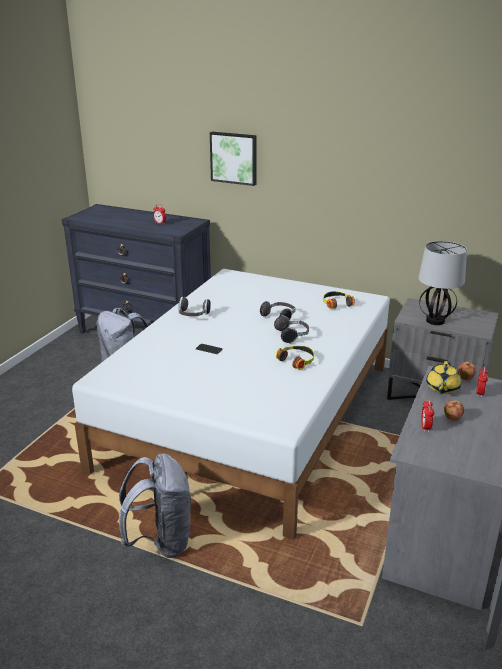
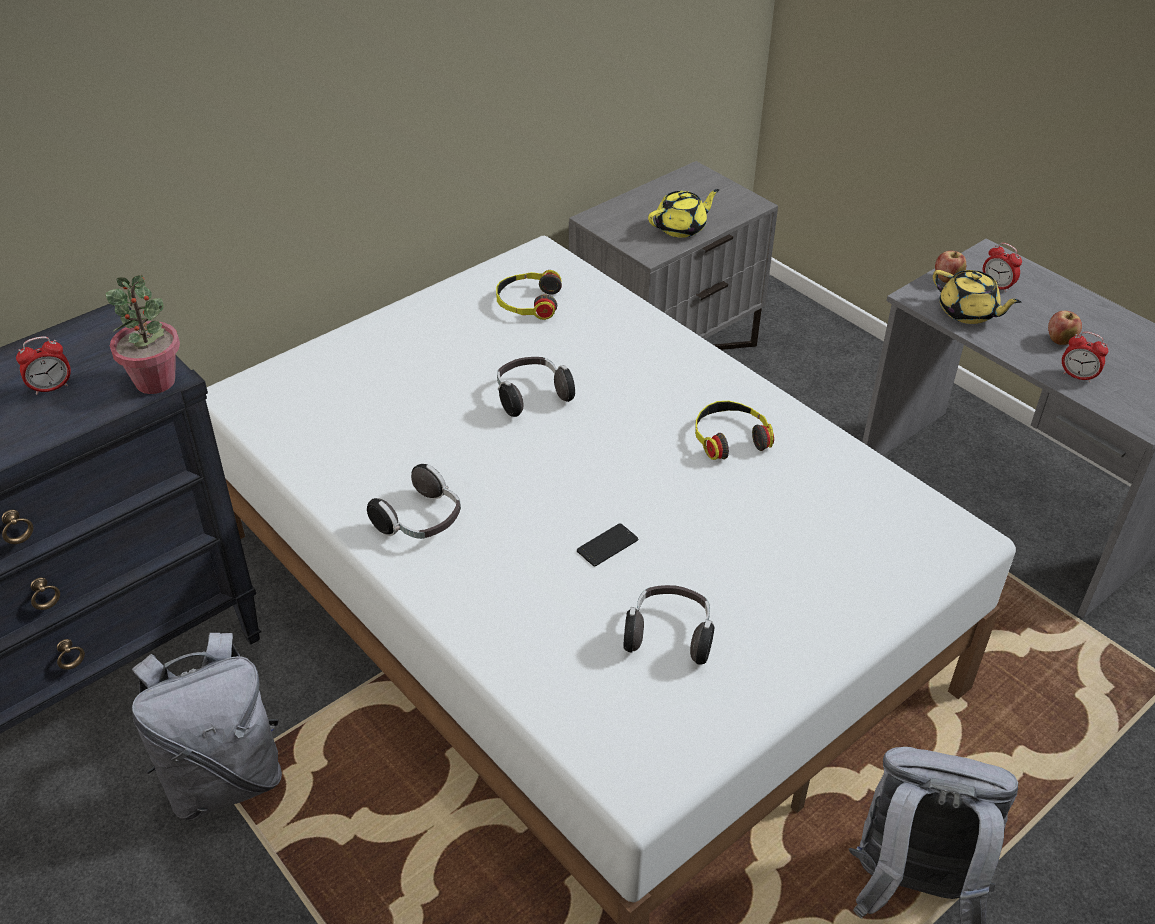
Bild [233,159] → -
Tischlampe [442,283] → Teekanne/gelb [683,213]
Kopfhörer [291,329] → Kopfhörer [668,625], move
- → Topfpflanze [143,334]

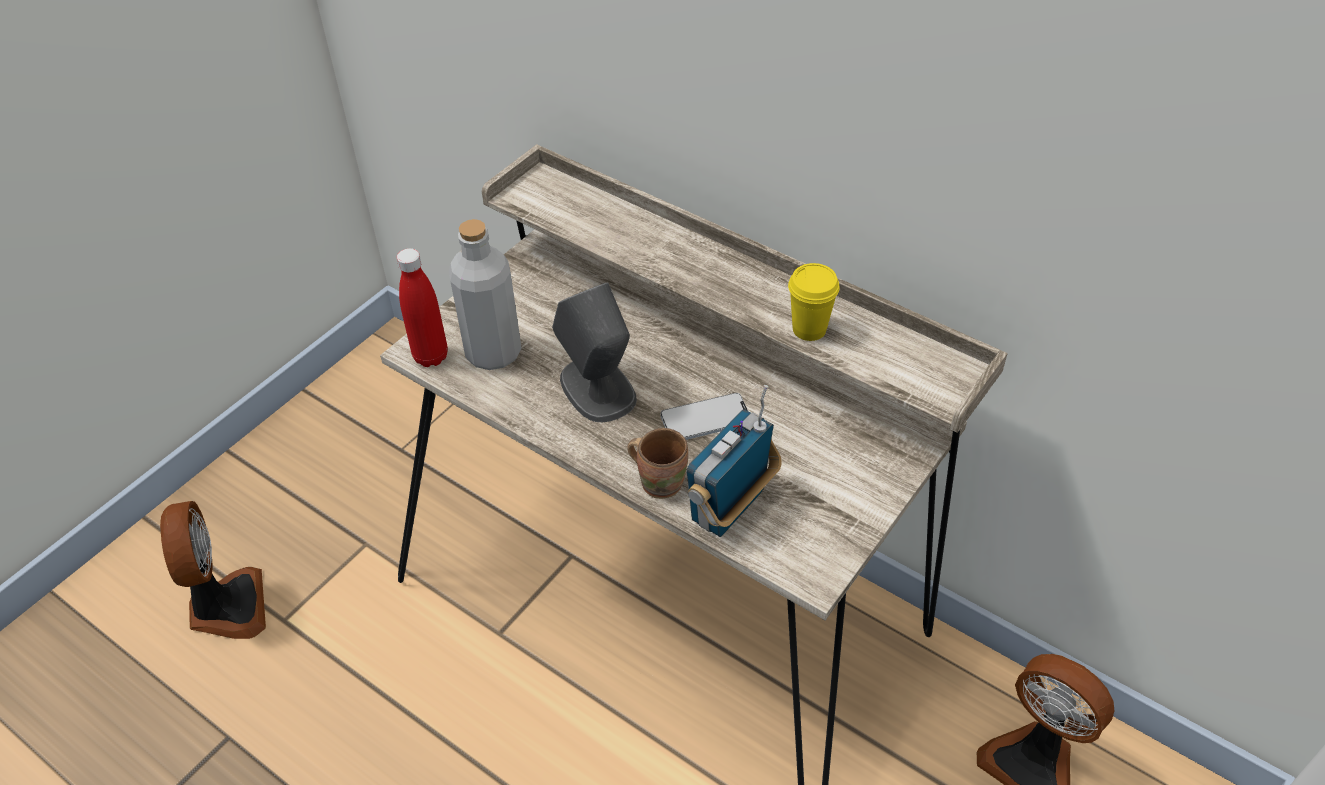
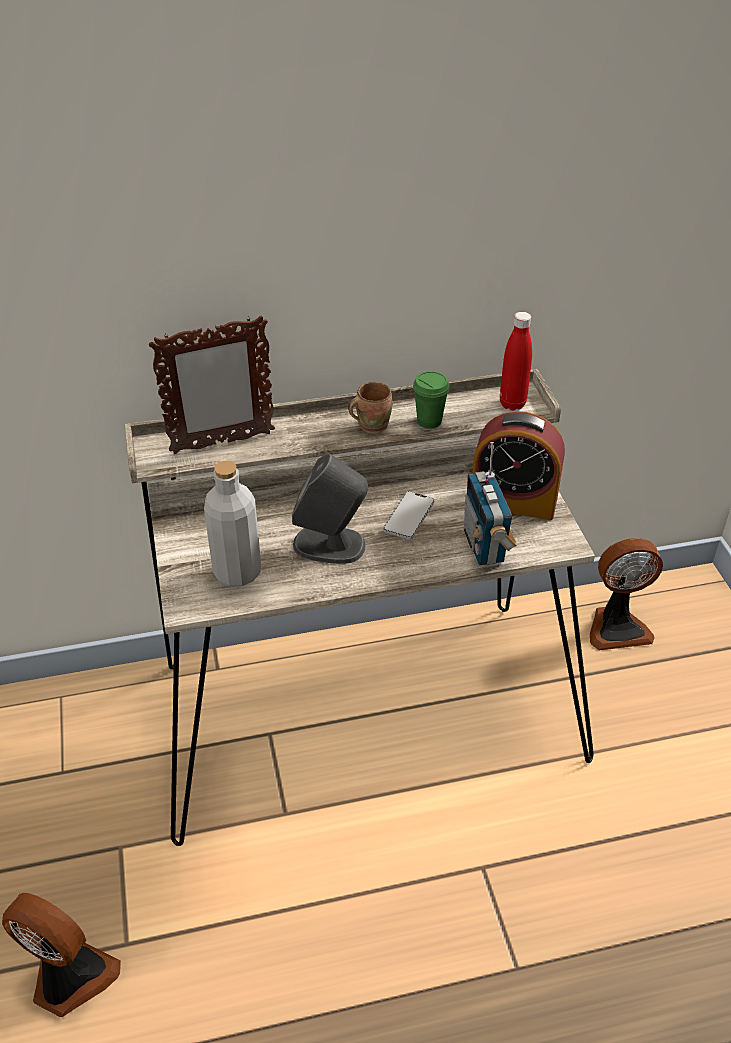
Flasche/rot [422,307] → Flasche/rot [516,361], move
Tasse/gelb [814,302] → Tasse/grün [431,400]
Henkelbecher/braun [657,463] → Henkelbecher/braun [370,408], move
- → Bilderrahmen [212,385]
- → Wecker [518,465]

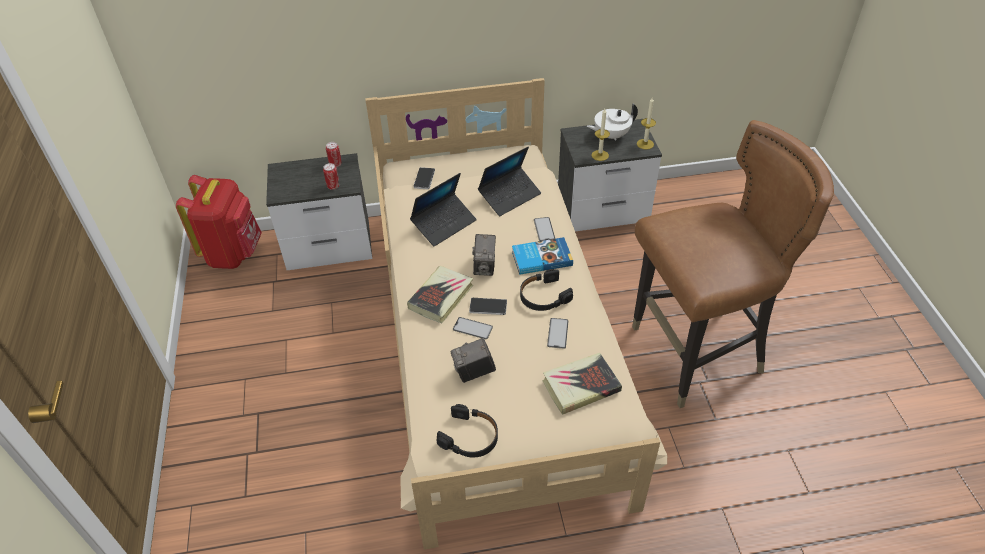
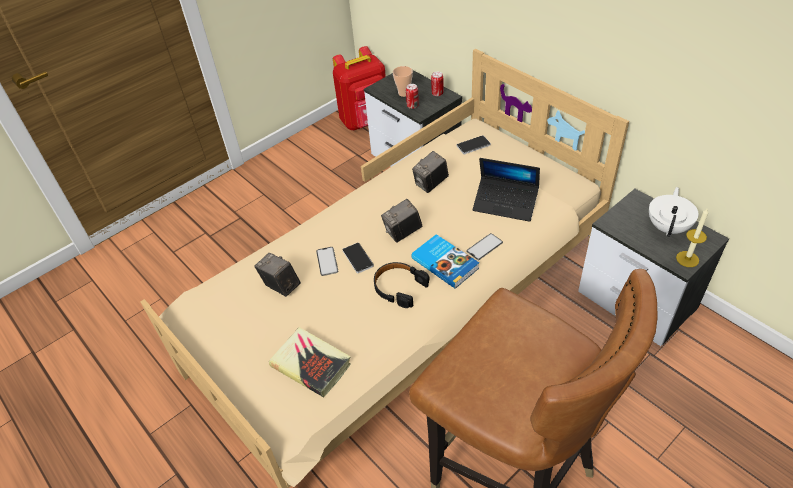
Teekanne/weiß [612,122] → Teekanne/weiß [674,212], 75 degrees clockwise
Kerze [601,135] → -
Laptop [443,209] → Kamera [430,172]
Buch [440,294] → -
Handy [558,333] → -
Kopfhörer/schwarz [467,430] → -
- → Tasse [403,81]

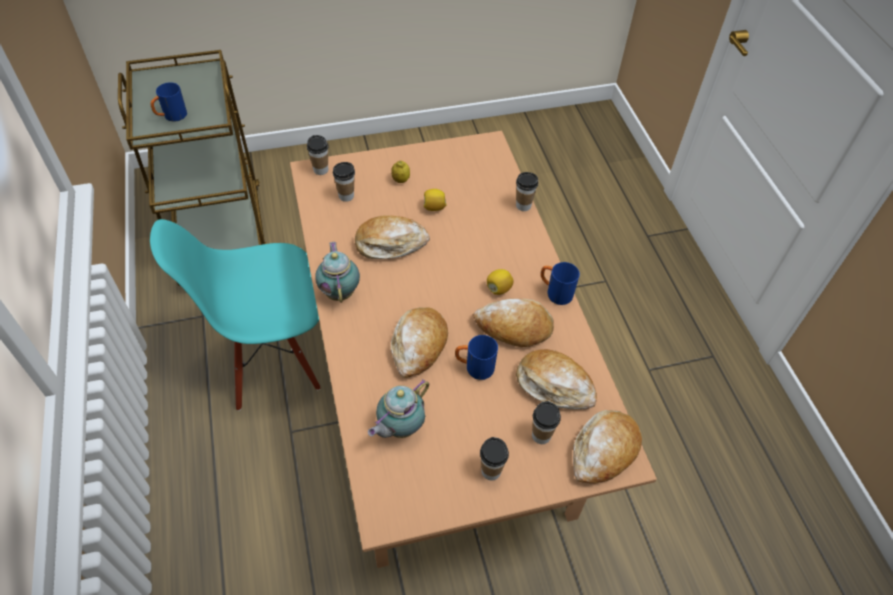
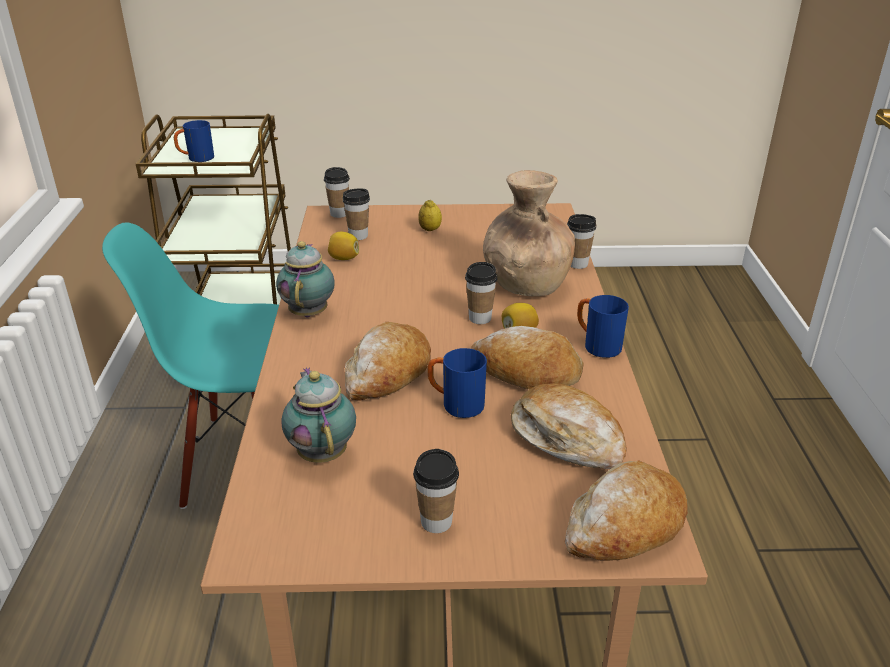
Zitrone [435,200] → Zitrone [343,246], move
Brot [392,237] → -
Teekanne [398,408] → Teekanne [319,415], 105 degrees clockwise
Tasse [546,422] → Tasse [481,293], move
- → Vase/braun [529,233]

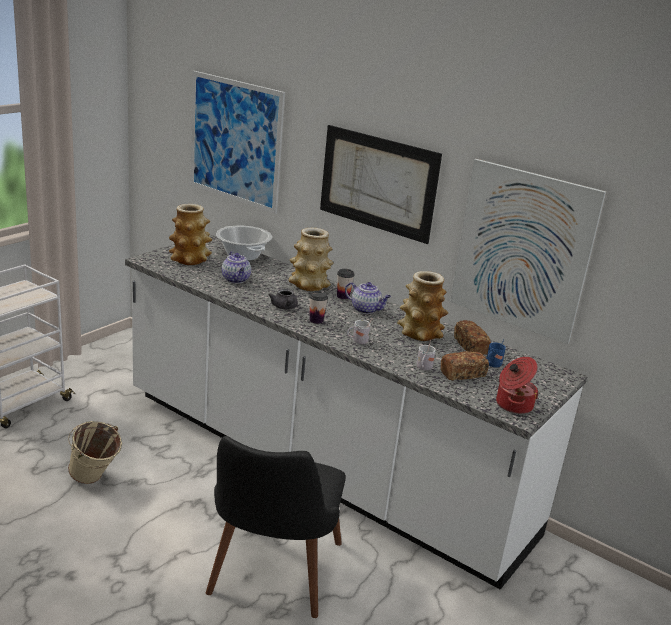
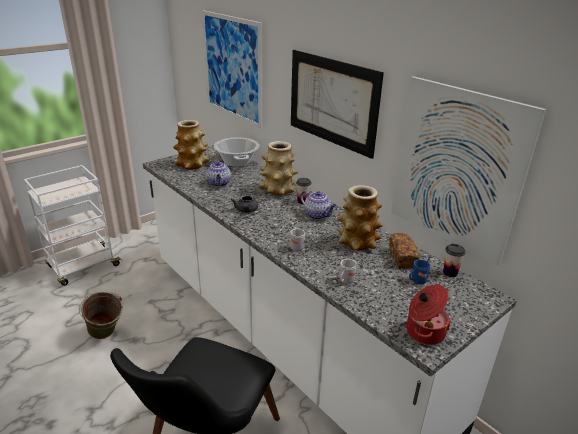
Tasse [318,307] → Tasse [454,260], move
Brot [465,365] → -
Eimer/beige [95,452] → Eimer/grün [101,315]

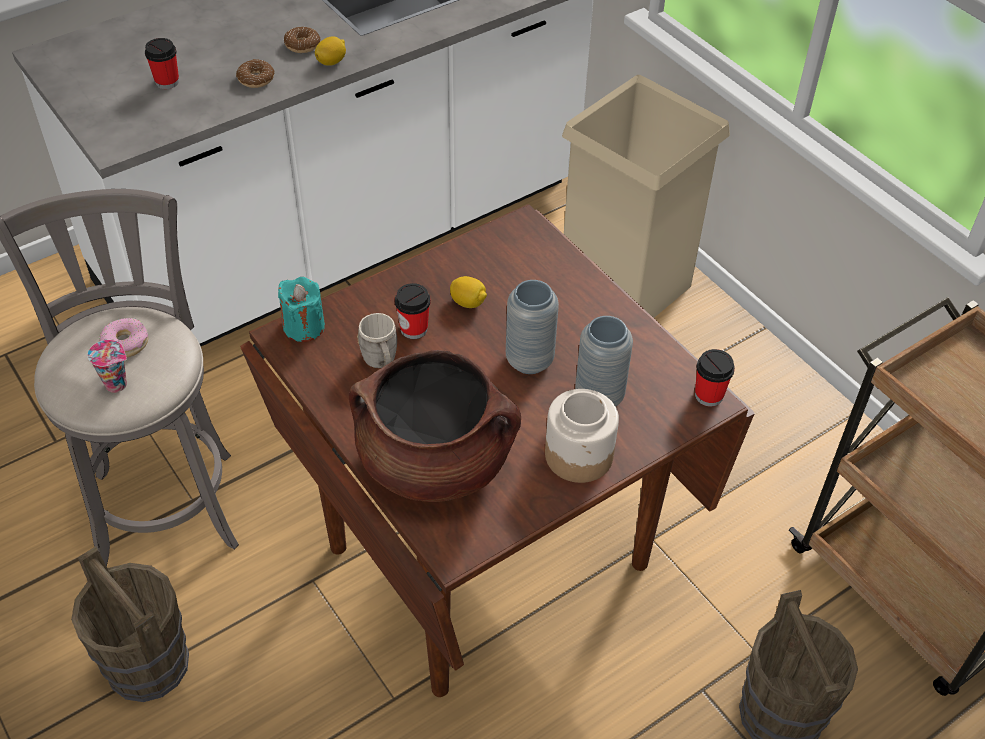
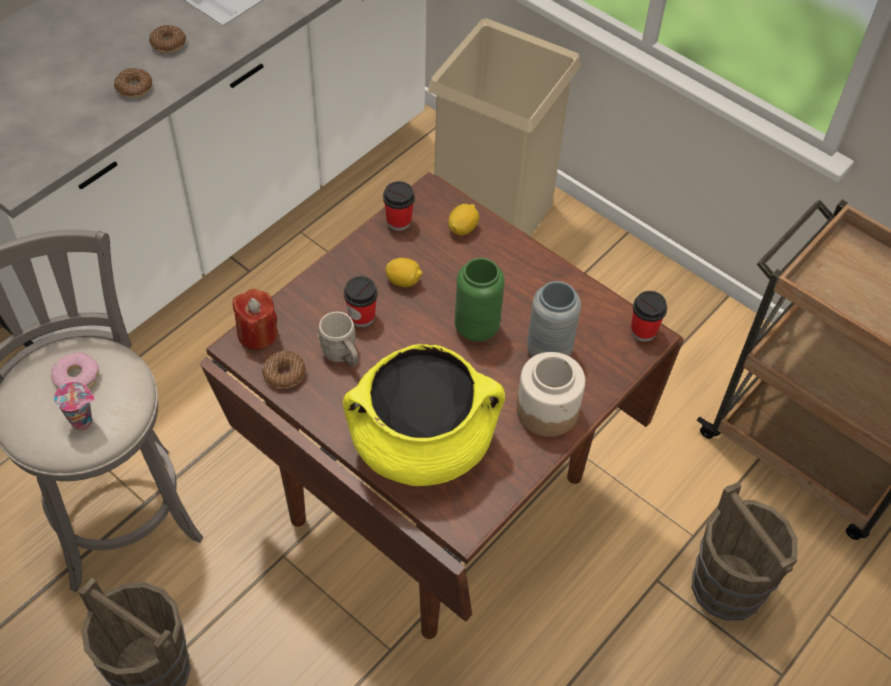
Zitrone [330,51] → Zitrone [463,219], move
Tasse [162,63] → Tasse [399,206], move
Kerze/türkis [301,309] → Kerze/rot [255,319]
Vase/grau [532,327] → Vase/grün [479,300]
Kochtopf/braun [435,426] → Kochtopf/gelb [424,415]
- → Donut [284,370]

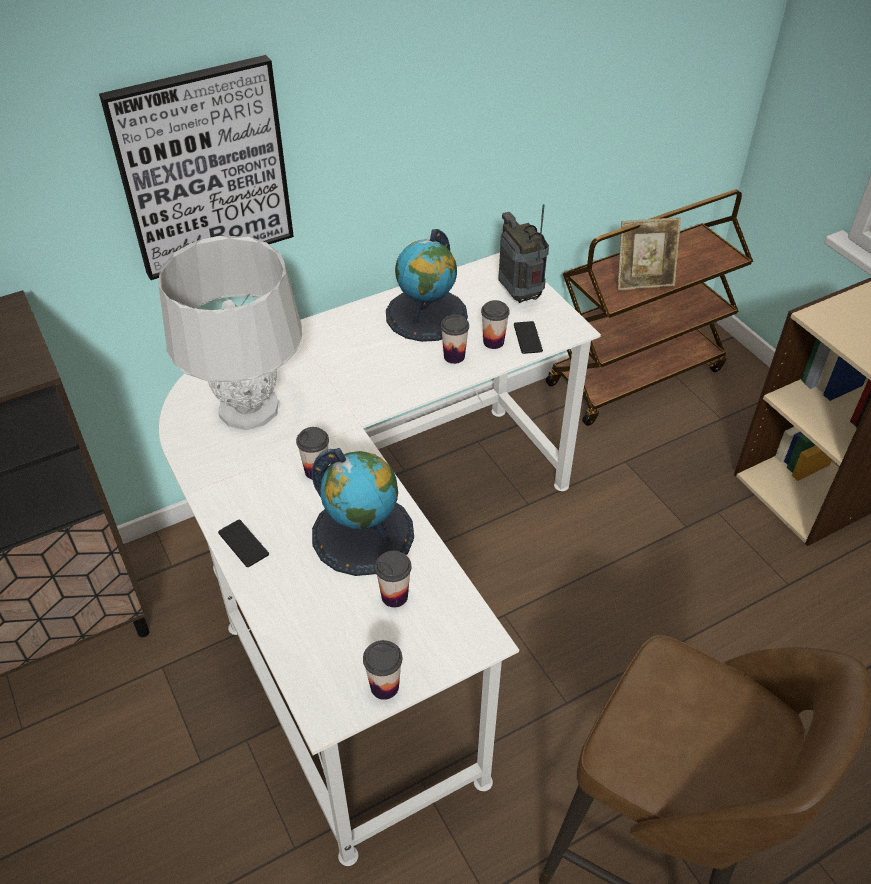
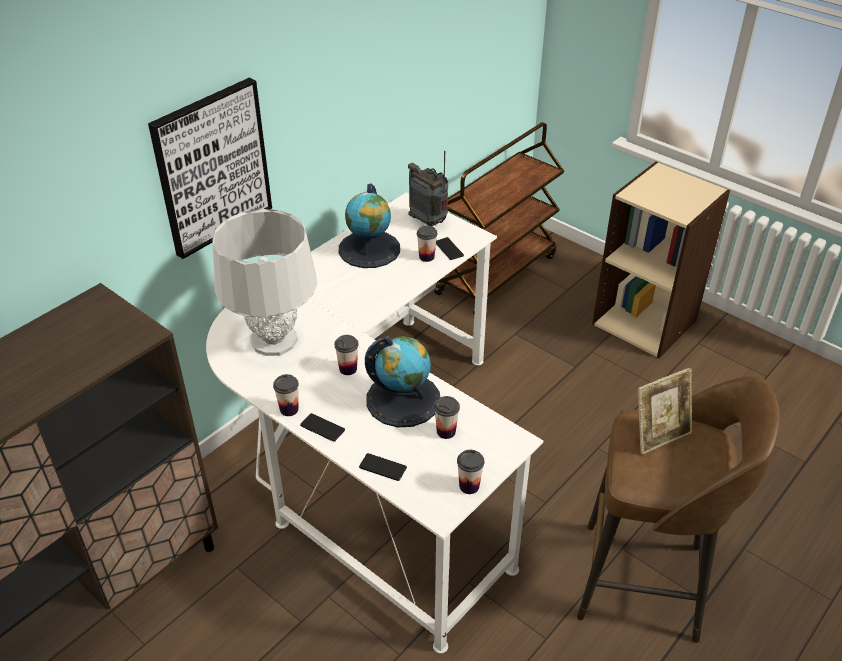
Bilderrahmen [649,254] → Bilderrahmen [665,411], move
Tasse [455,339] → Tasse [286,395], move
- → Handy [383,467]

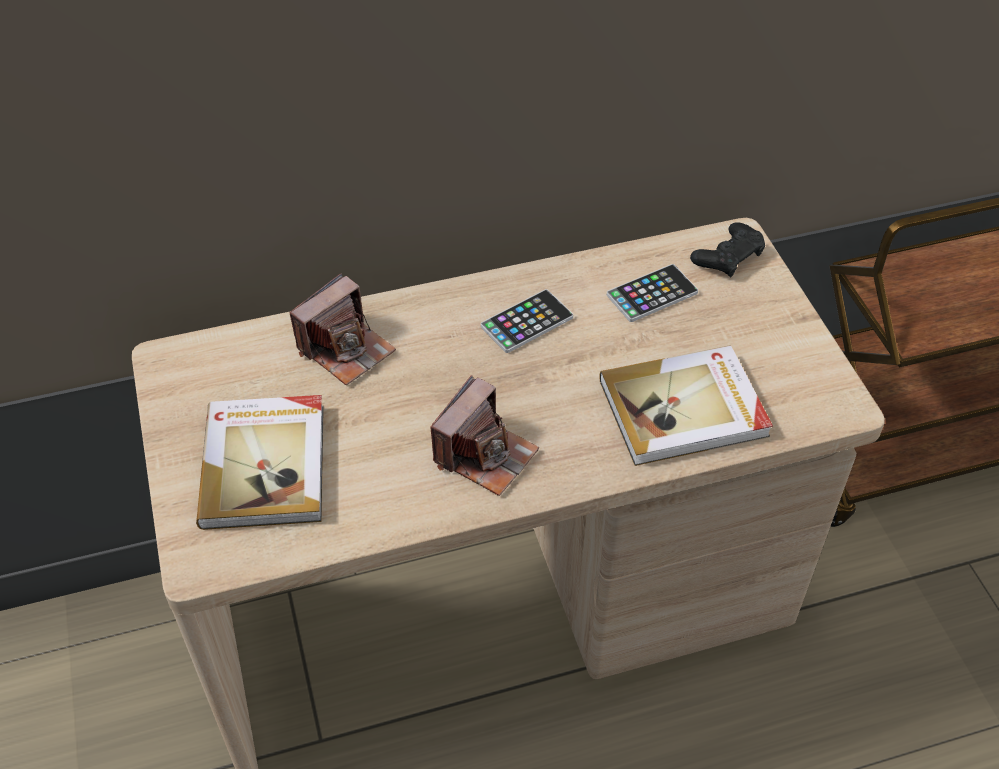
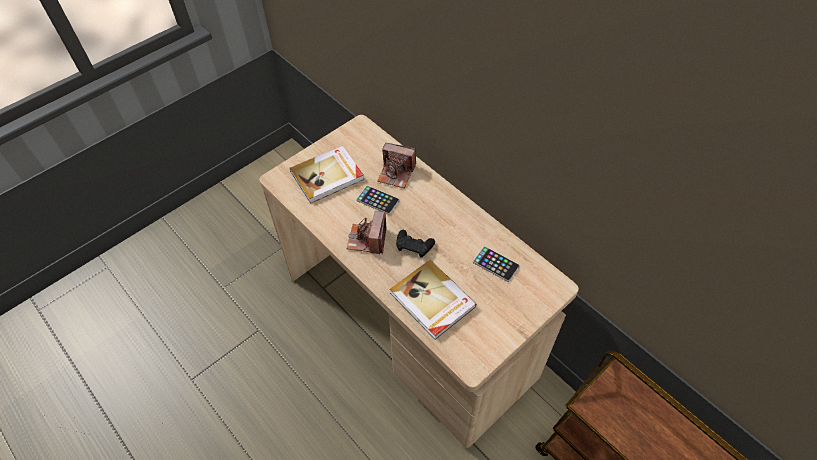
Gamepad/schwarz [727,249] → Gamepad/schwarz [415,244], move
Handy [527,321] → Handy [378,200], move
Kamera [485,435] → Kamera [367,232], 90 degrees clockwise

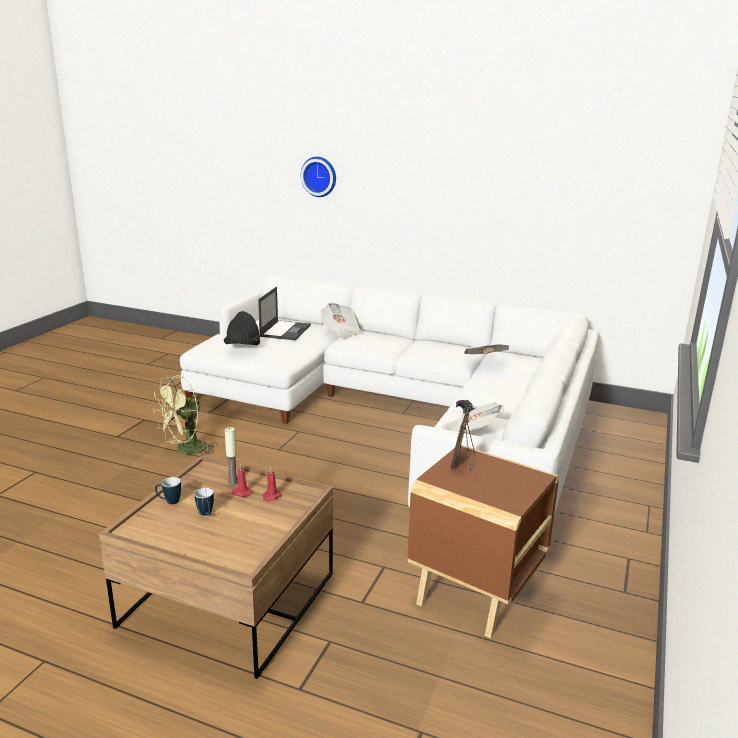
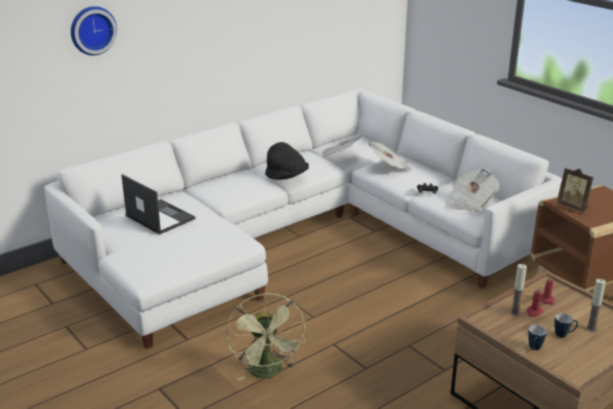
Zeitung [341,321] → Zeitung [389,156], move
Hut/schwarz [242,328] → Hut/schwarz [287,161], move
- → Kerze [596,305]

